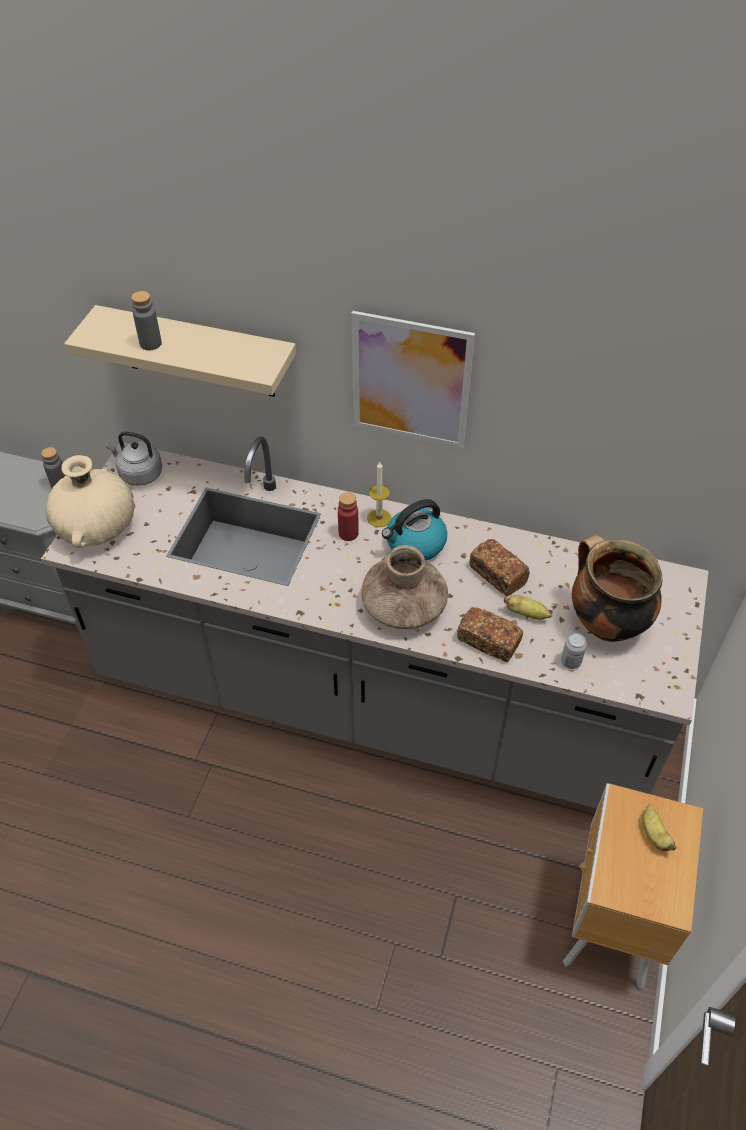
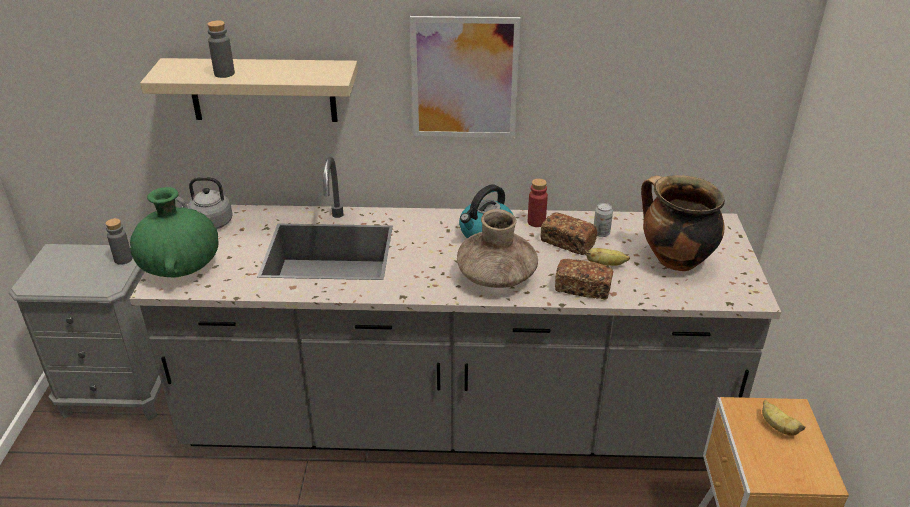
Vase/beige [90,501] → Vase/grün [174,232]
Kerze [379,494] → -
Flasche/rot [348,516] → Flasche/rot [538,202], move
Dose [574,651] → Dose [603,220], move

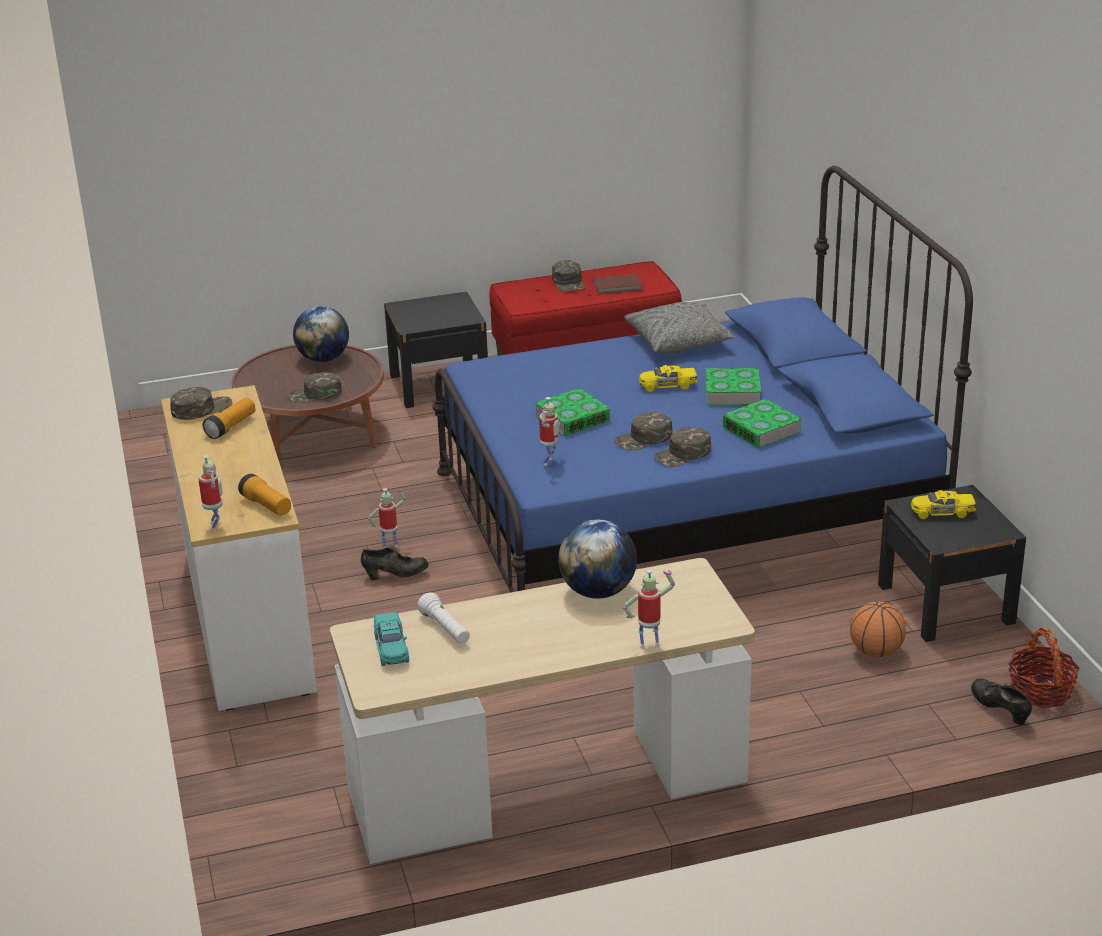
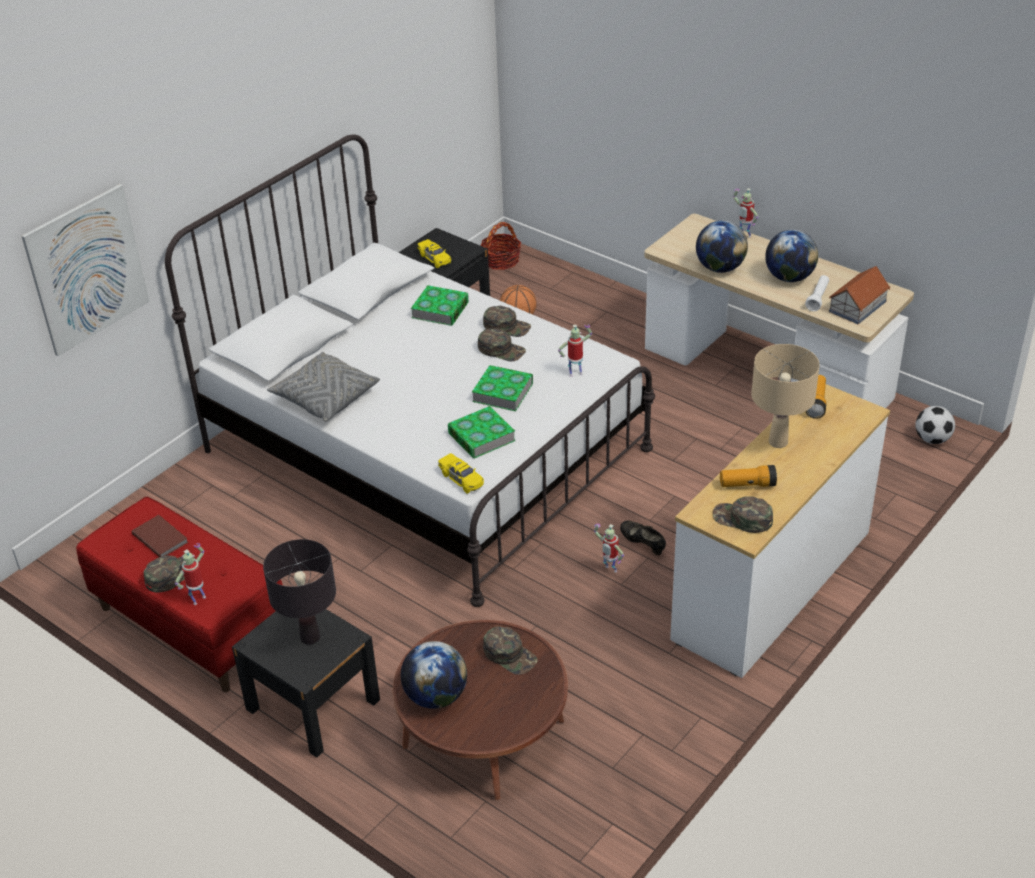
Bett/blau [702,379] → Bett/weiß [410,371]
Spielzeugauto/gelb [668,378] → Spielzeugauto/gelb [461,473], move
Buch [733,386] → Buch [482,432], move
Spielzeugroboter [210,493] → Spielzeugroboter [190,574], move
Spielzeugauto/türkis [391,639] → Spielzeughaus [859,295]
Schuh/schwarz [1001,702] → -
- → Bild [86,270]
- → Globus [791,256]
- → Tischlampe/beige [785,396]
- → Fußball [935,425]
- → Tischlampe/schwarz [299,592]

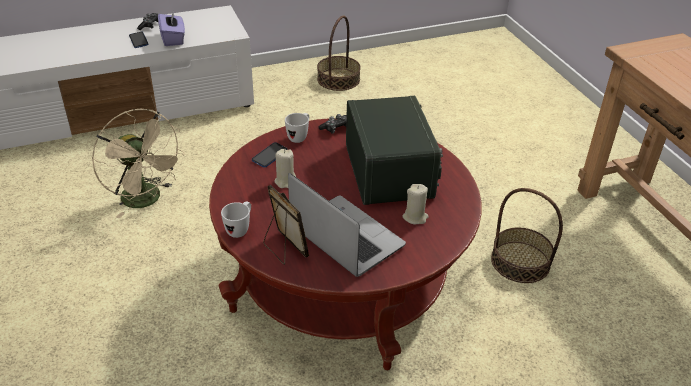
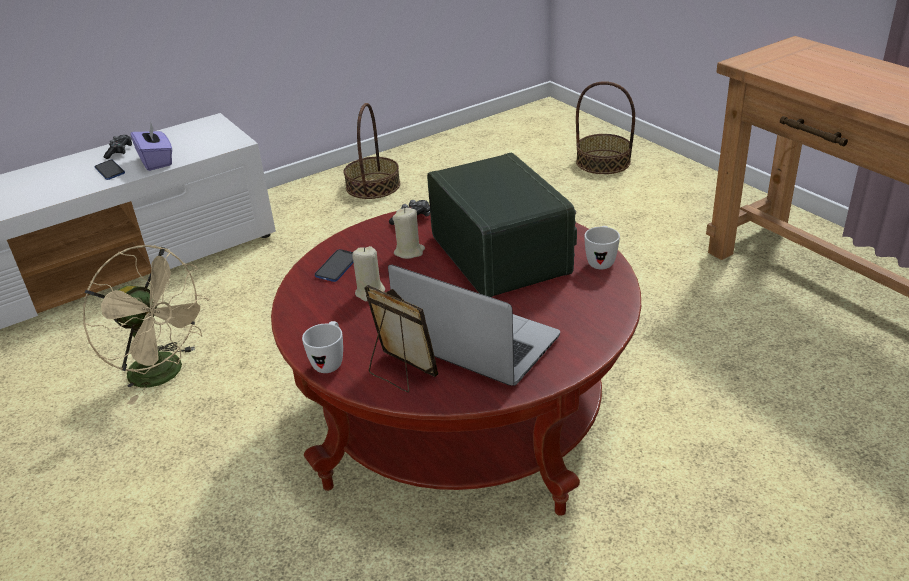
Henkelbecher/weiß [297,128] → Henkelbecher/weiß [602,248], move
Kerze/beige [415,204] → Kerze/beige [409,233], move
Korb [527,235] → Korb [605,127], move

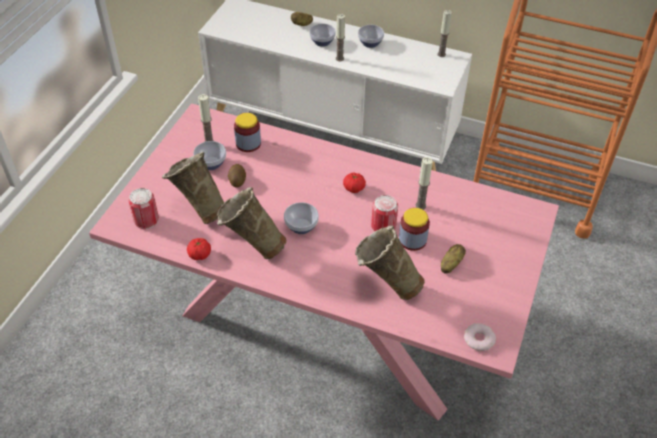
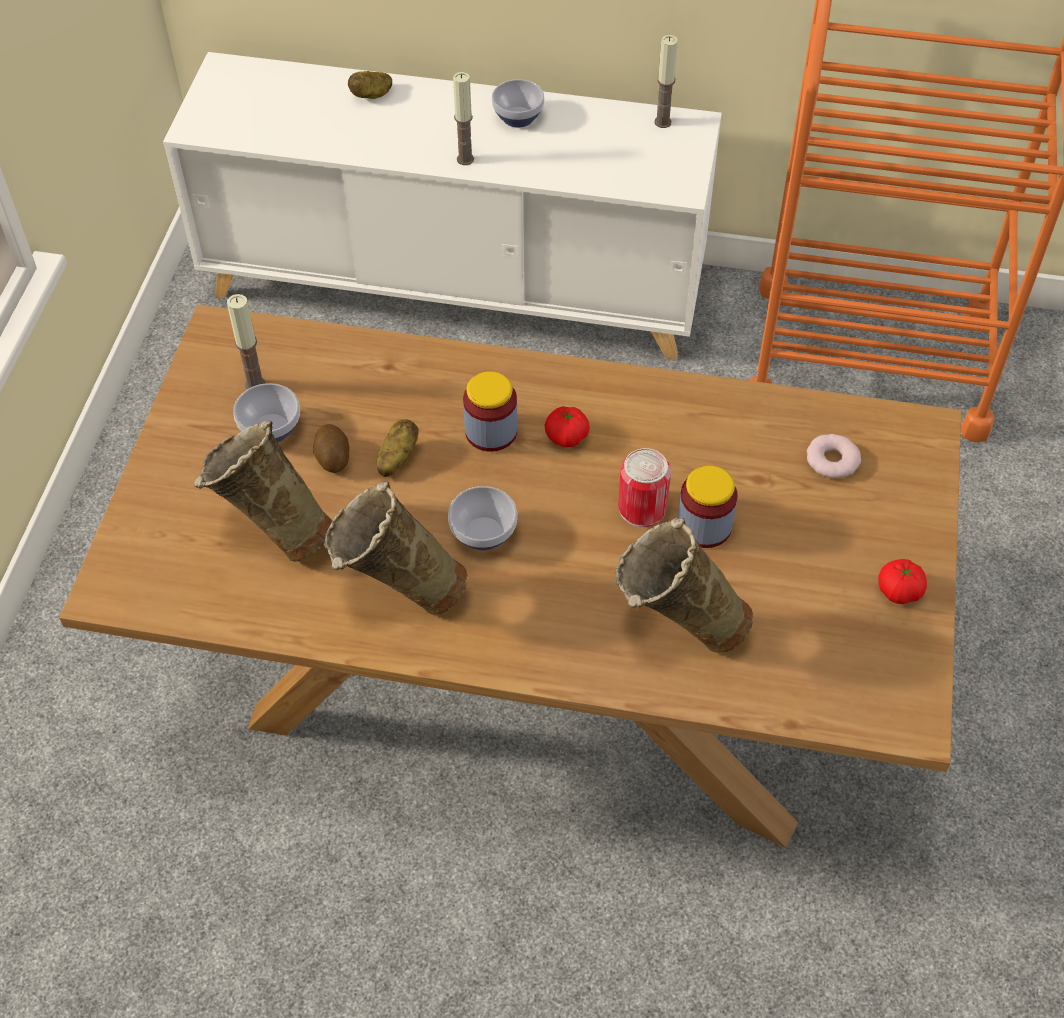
Schüssel [322,35] → -
Esstisch/rosa [324,262] → Esstisch/braun [510,576]
Vorratsglas [247,132] → Vorratsglas [490,411], move
Kerze [424,183] → -
Dose [143,208] → -
Tomate [199,249] → Tomate [902,581], move
Kartoffel [453,259] → Kartoffel [398,448], move
Donut [480,337] → Donut [834,456], move

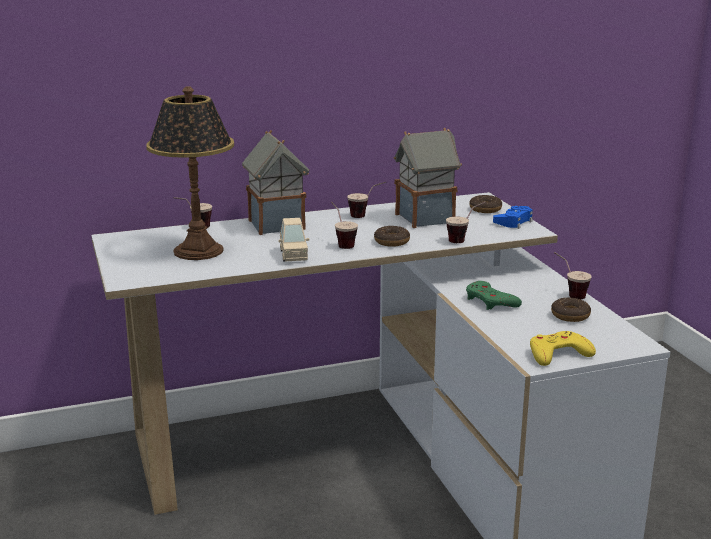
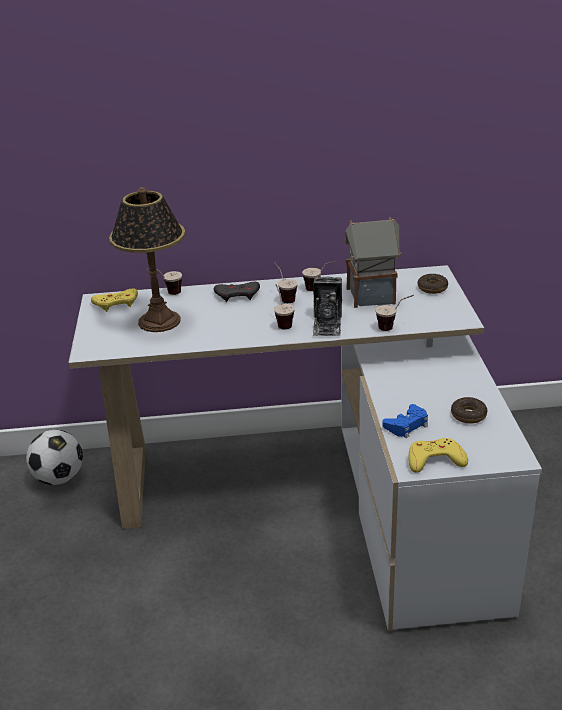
Spielzeughaus [275,182] → Gamepad/grau [237,292]
Gamepad/blau [513,217] → Gamepad/blau [405,421], move
Spielzeugauto/beige [294,239] → -
Donut [392,236] → Kamera [327,306]
Tasse [573,275] → Tasse [286,282], move
Gamepad/grün [494,295] → -
- → Gamepad/gelb [114,300]
- → Fußball [54,457]

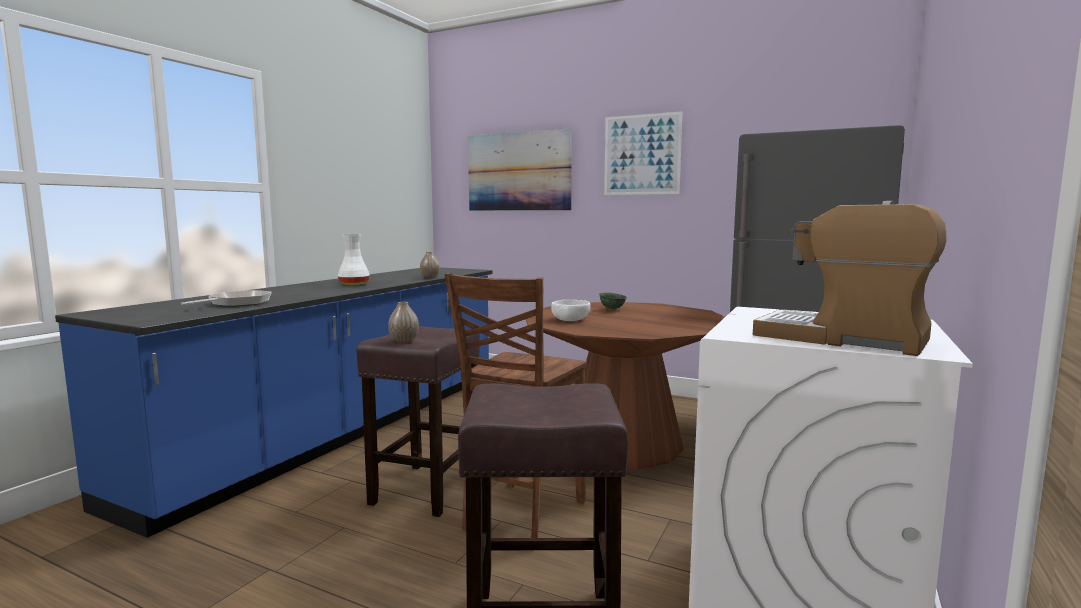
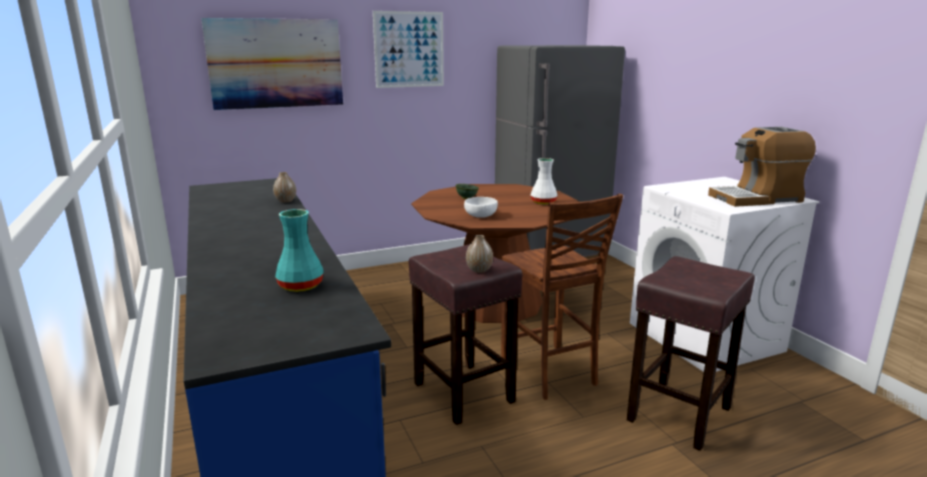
Vase/weiß [354,260] → Vase/weiß [543,181], move
Pfanne [226,298] → Vase/türkis [299,250]

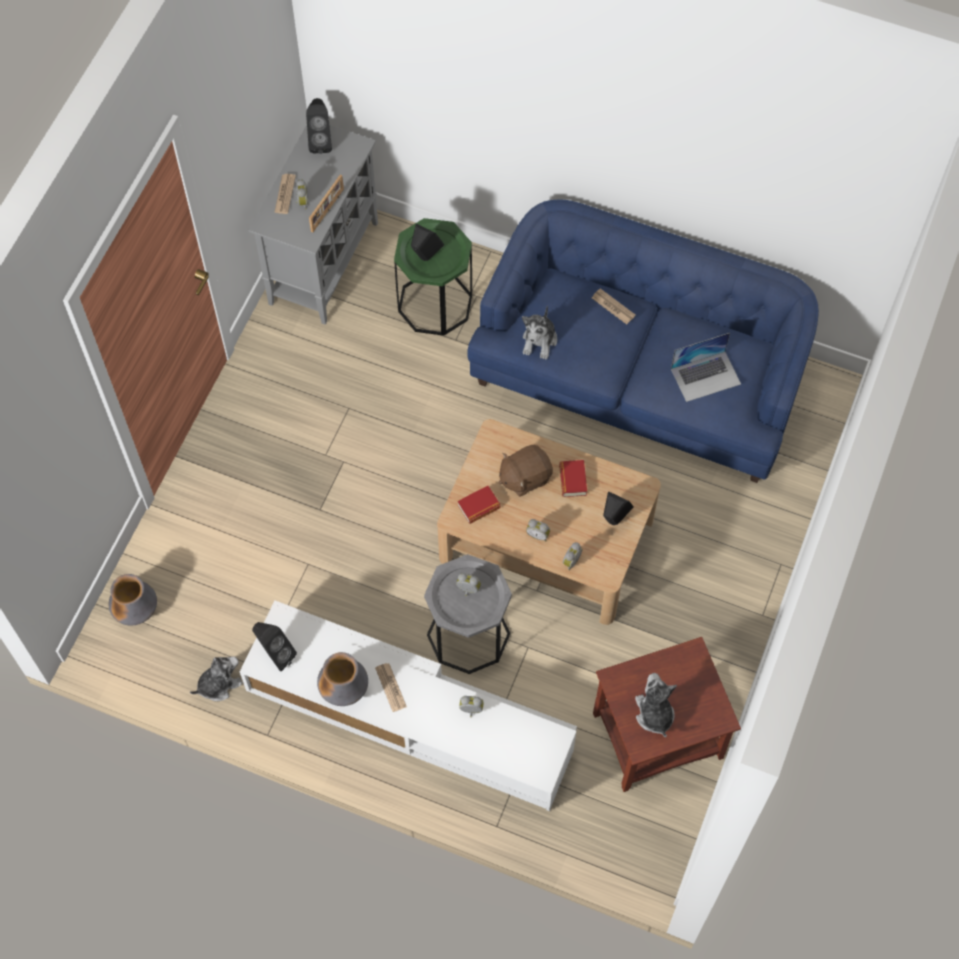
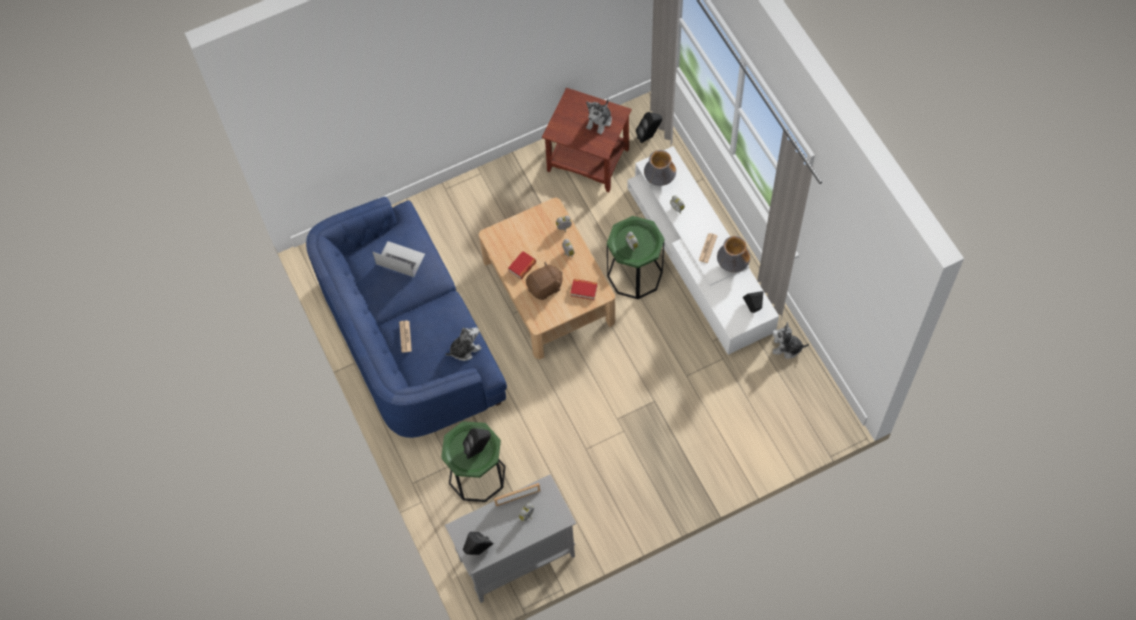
Zeitung [285,194] → -
Plüschtier/braun [526,471] → Plüschtier/braun [544,280], 45 degrees counterclockwise
Lautsprecher/schwarz [618,508] → Lautsprecher/schwarz [649,127], move
Beistelltisch/grau [468,614] → Beistelltisch/grün [635,257]
Vase [133,600] → Vase [660,168], move

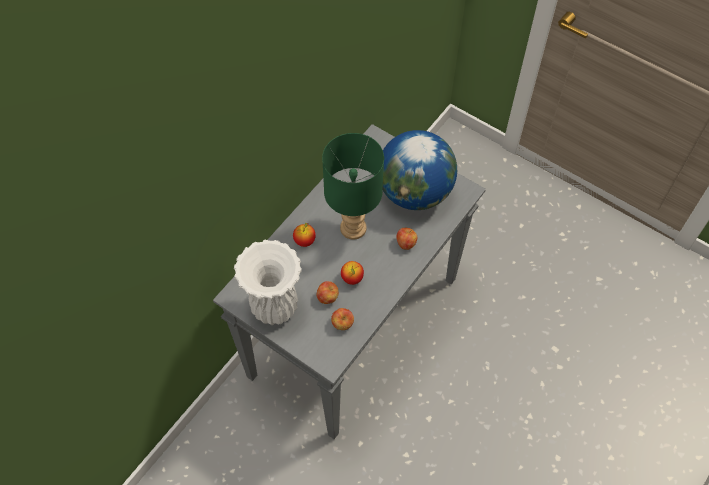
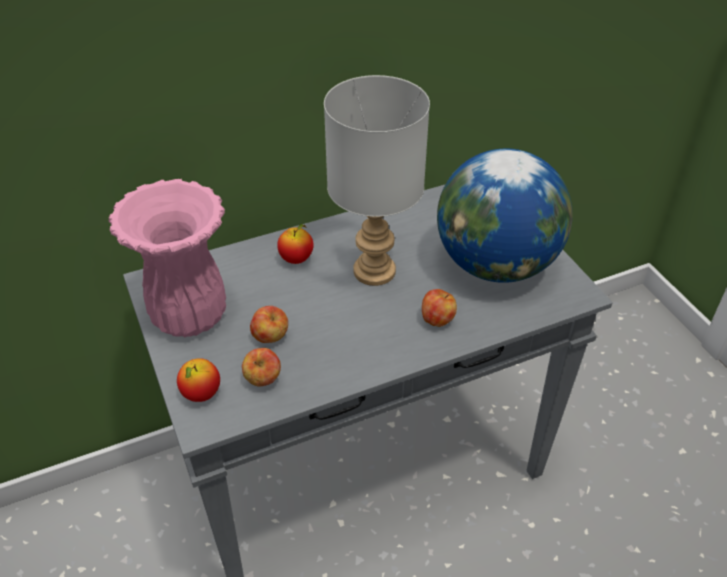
Tischlampe/grün [353,186] → Tischlampe/grau [377,180]
Vase/weiß [268,282] → Vase/rosa [167,258]
Apfel [352,273] → Apfel [198,380], move

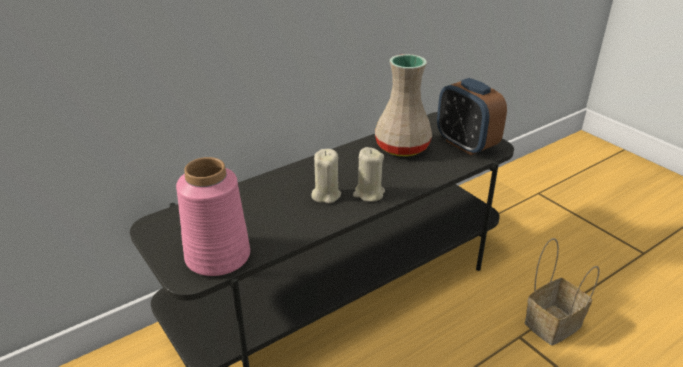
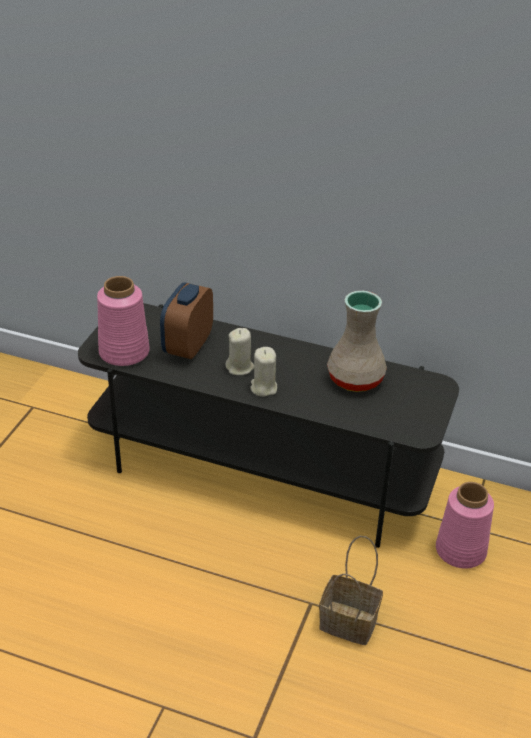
Wecker [472,116] → Wecker [186,320], move
- → Vase/rosa [465,525]

